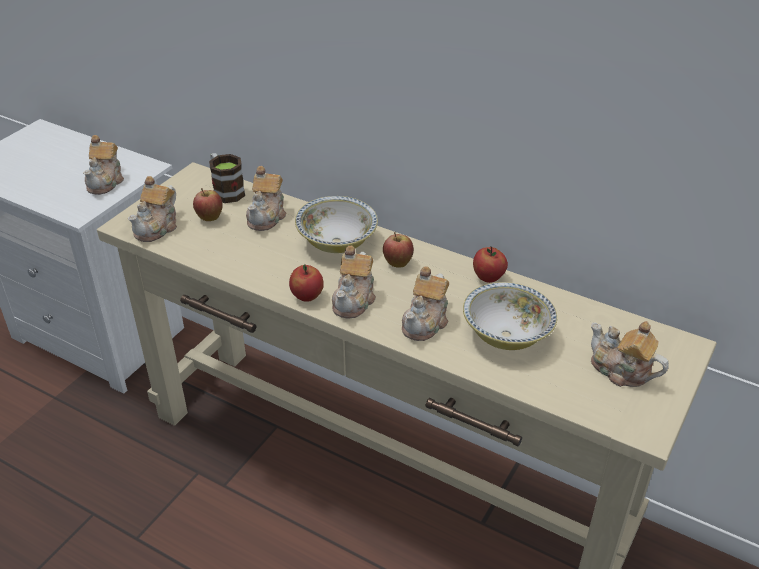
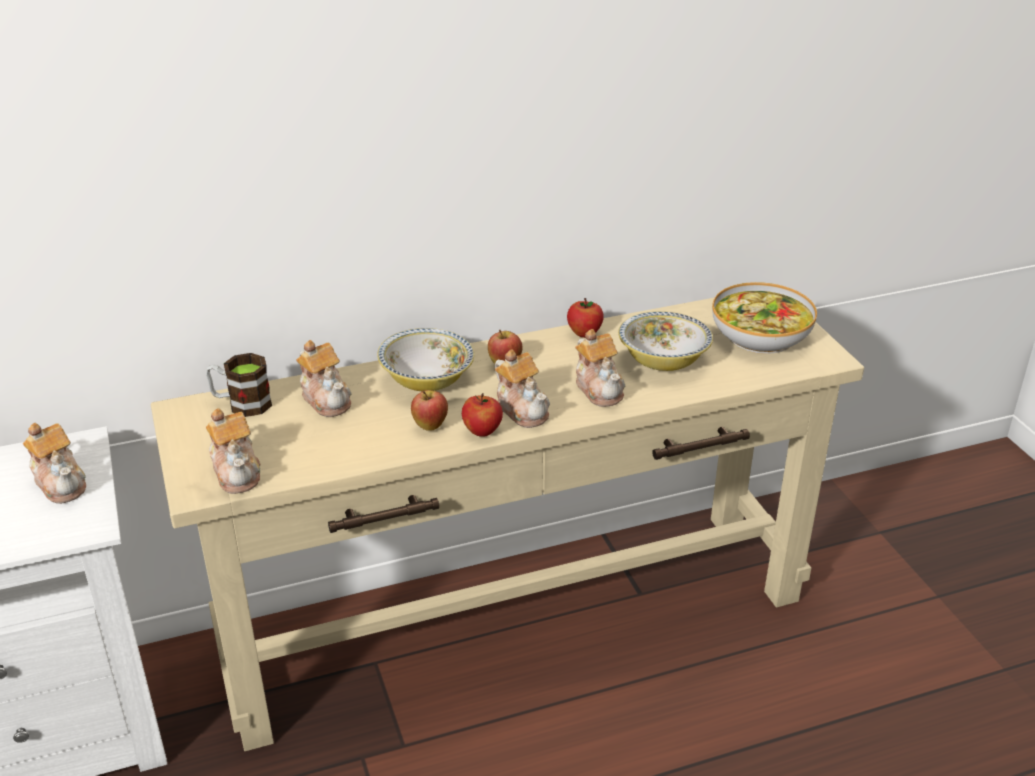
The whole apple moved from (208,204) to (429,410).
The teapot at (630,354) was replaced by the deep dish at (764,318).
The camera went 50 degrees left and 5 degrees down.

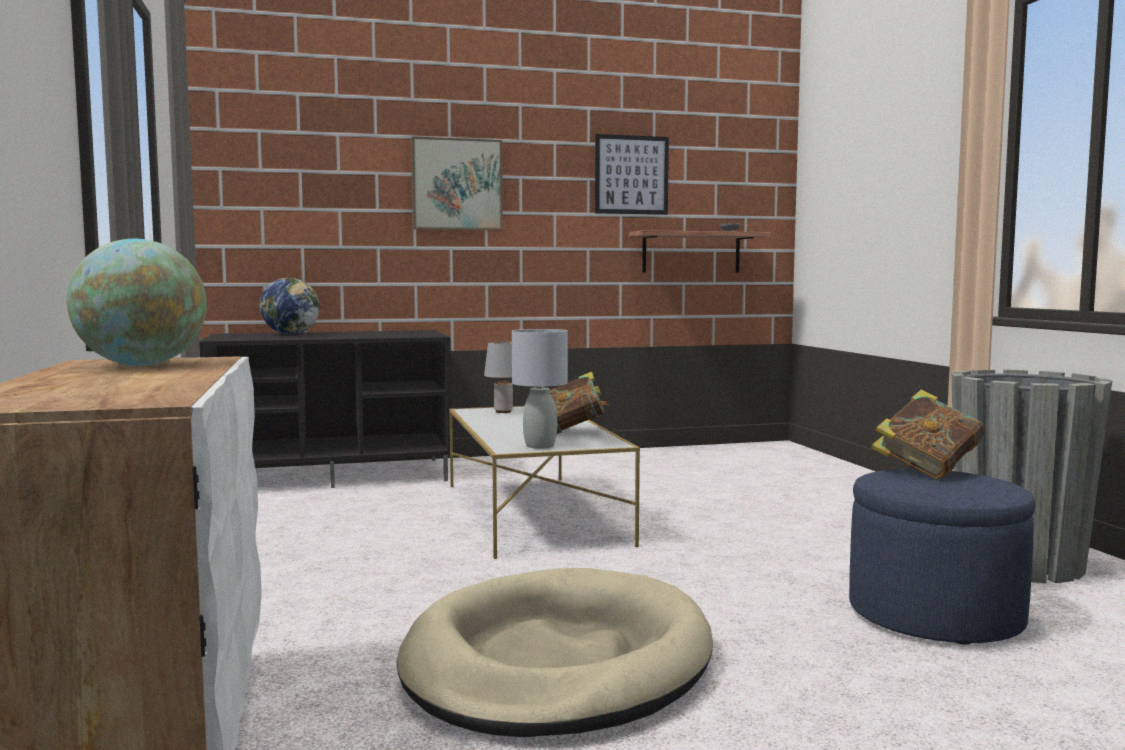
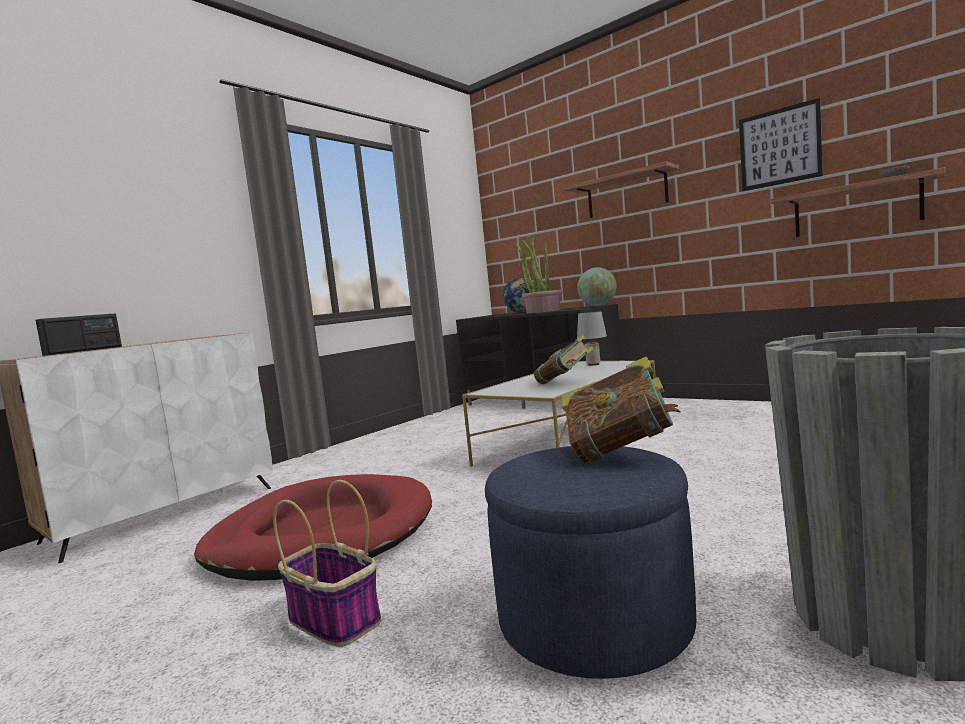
The grey lamp for a table at (540,389) disappeared.
The radio set at (79,335) appeared.
The basket at (327,563) appeared.
The houseplant at (539,274) appeared.
The desk globe moved from (137,302) to (596,286).
The wall picture at (457,183) was replaced by the bracket shelf at (621,189).
The sand-coloured pet bed at (555,652) became the red-coloured pet bed at (313,527).
The camera went 55 degrees right and 0 degrees up.

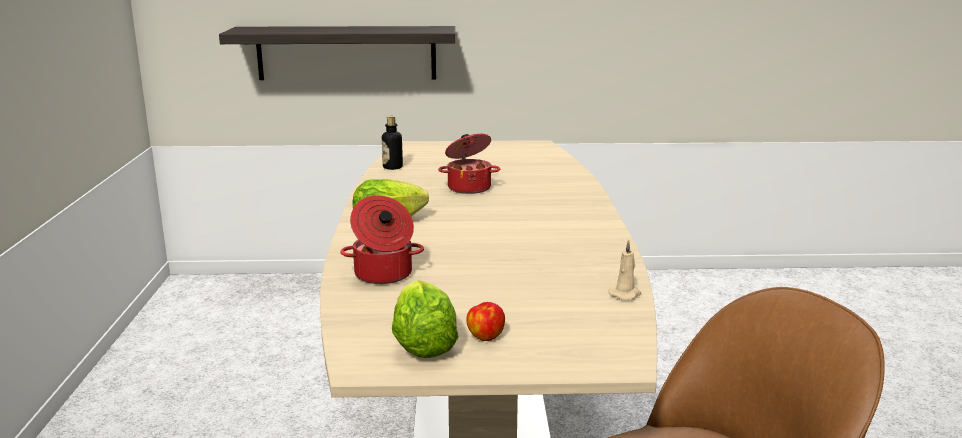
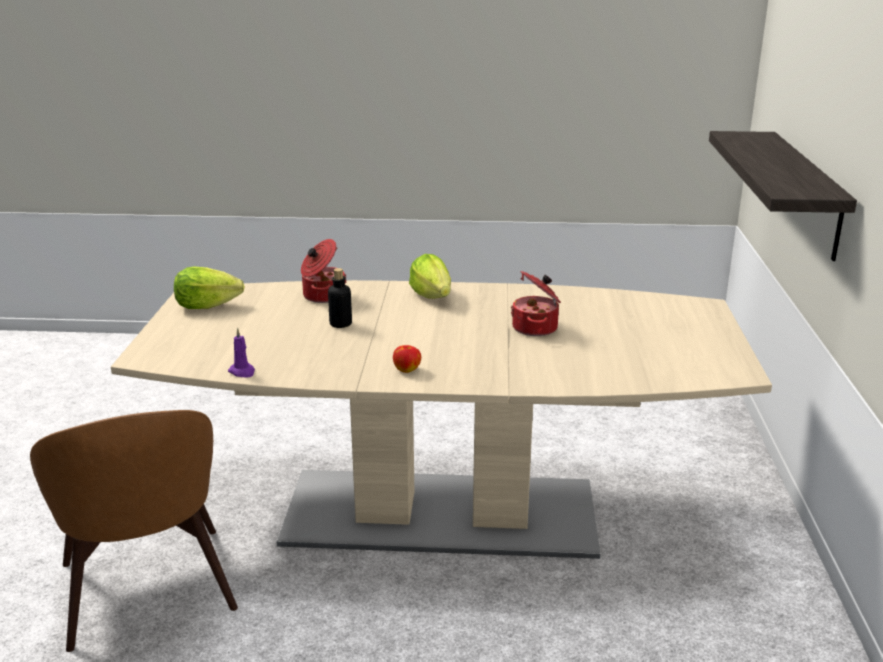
The bottle moved from (392,143) to (340,298).
The whole apple moved from (485,321) to (407,359).
The sand-coloured wax light at (624,270) became the purplish wax light at (241,353).
The camera went 95 degrees right and 5 degrees up.

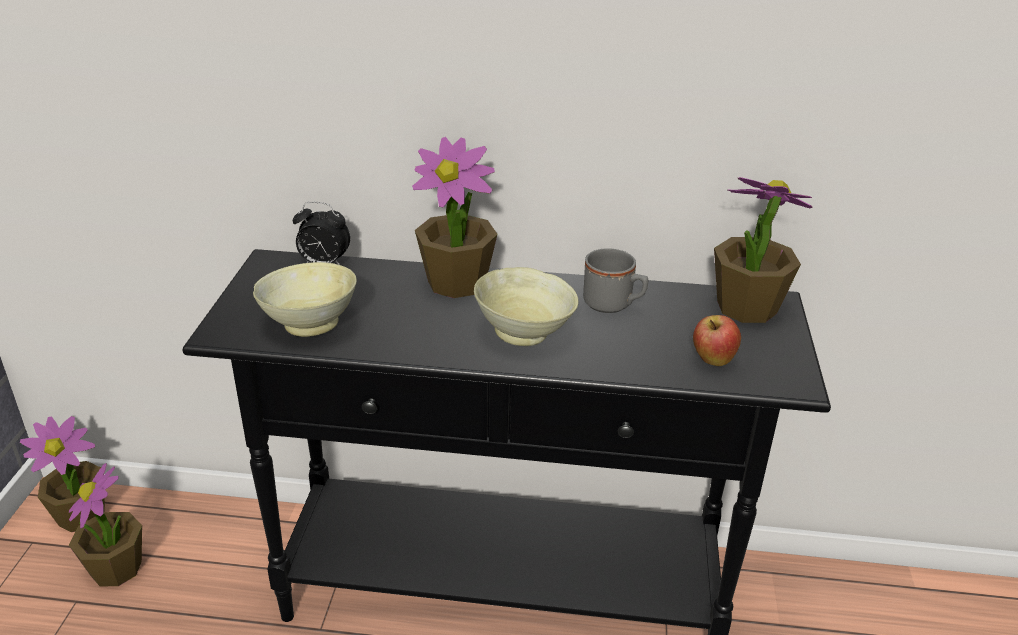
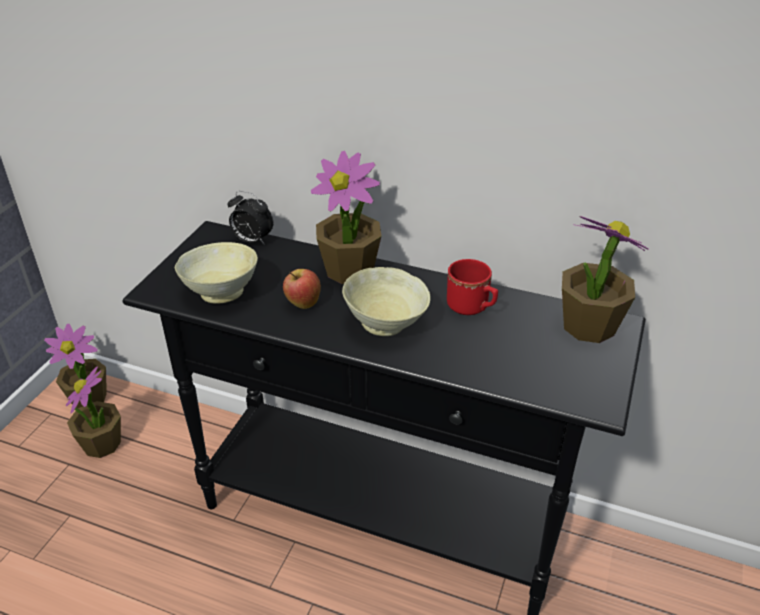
The whole apple moved from (717,340) to (302,289).
The grey tea mug at (615,280) became the red-coloured tea mug at (472,287).
The camera went 15 degrees right and 5 degrees up.

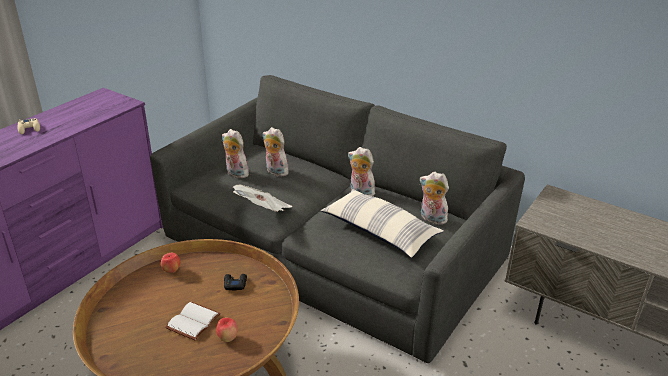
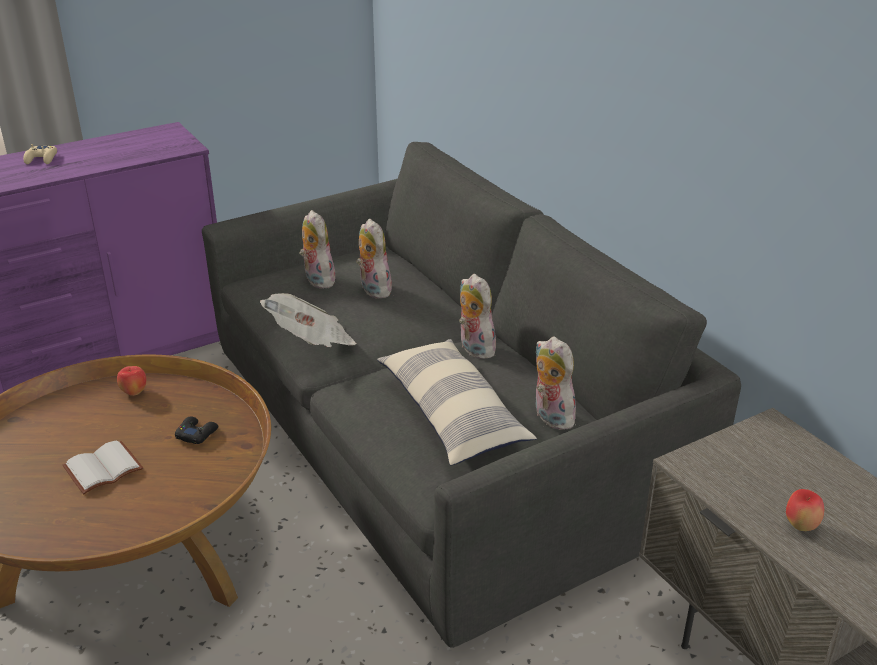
The whole apple moved from (227,329) to (805,510).
The camera went 25 degrees right and 0 degrees up.

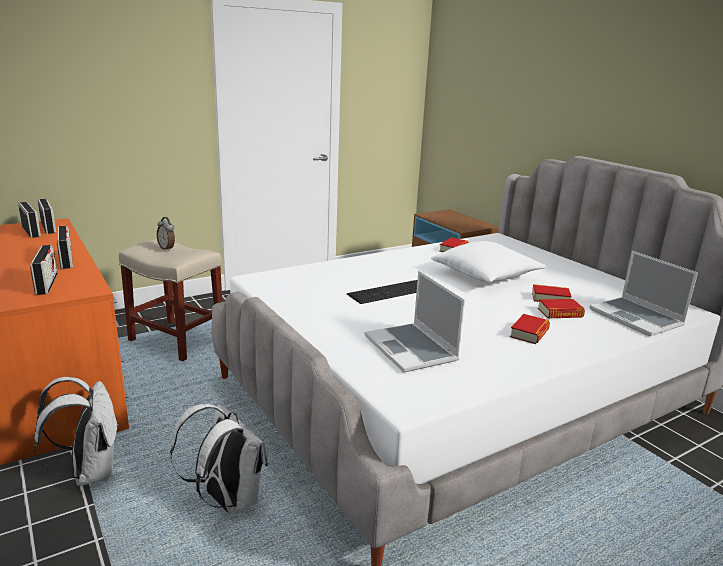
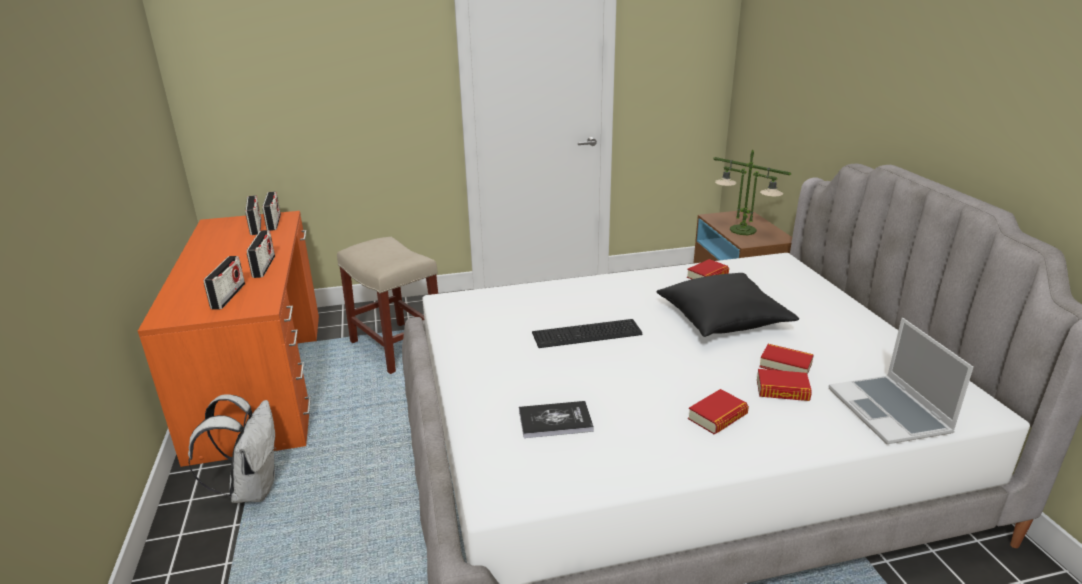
The alarm clock at (166,234) disappeared.
The white knapsack at (219,459) disappeared.
The lamp for a table at (752,192) appeared.
The notebook computer at (415,321) was replaced by the book at (556,419).
The white throw pillow at (488,261) became the black-coloured throw pillow at (728,305).
The camera went 20 degrees right and 5 degrees up.

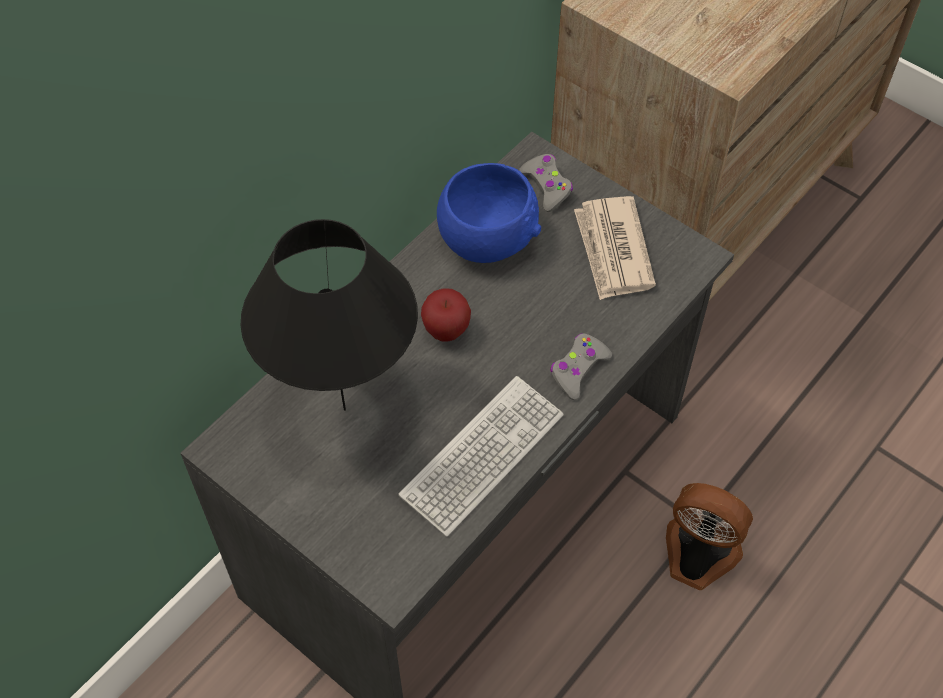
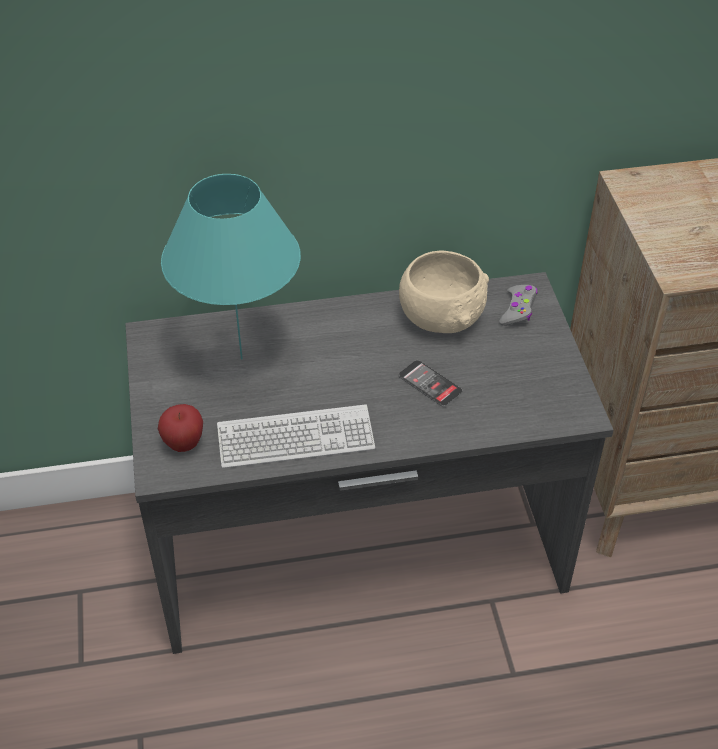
The grey game controller at (581,366) disappeared.
The daily paper at (615,248) disappeared.
The electric fan at (709,536) disappeared.
The telephone at (431,383) appeared.
The whole apple moved from (446,314) to (180,428).
The black-coloured lamp for a table at (329,315) became the turquoise lamp for a table at (231,266).
The blue deep dish at (489,213) became the sand-coloured deep dish at (444,292).
The camera went 40 degrees right and 10 degrees down.

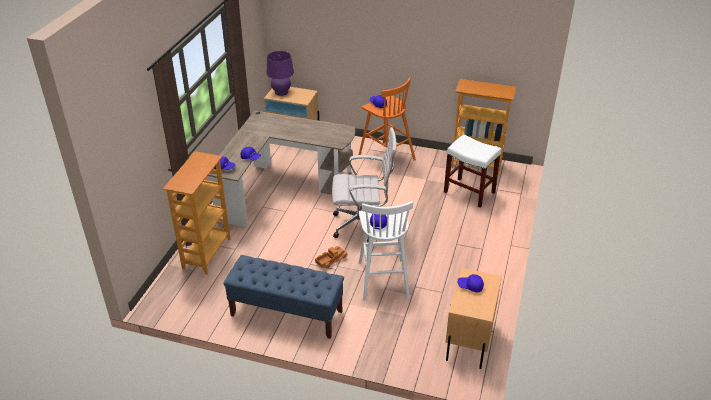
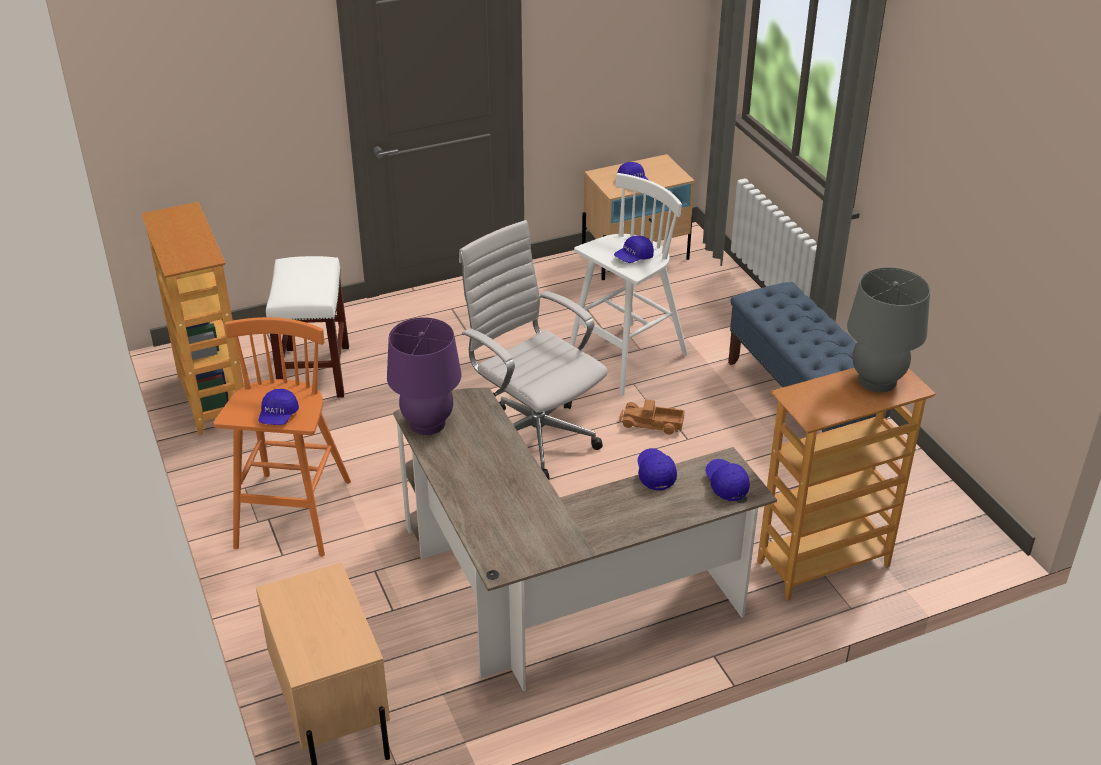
The grey lamp for a table at (888,329) appeared.
The purplish lamp for a table moved from (280,73) to (424,376).
The camera went 130 degrees left and 0 degrees up.

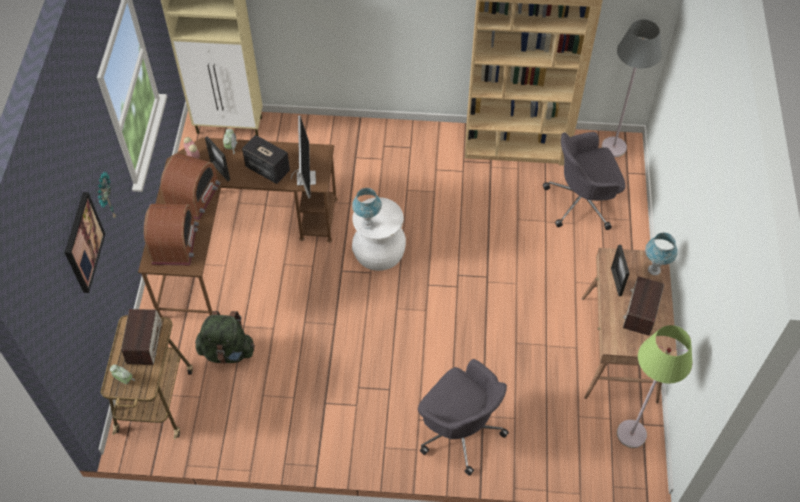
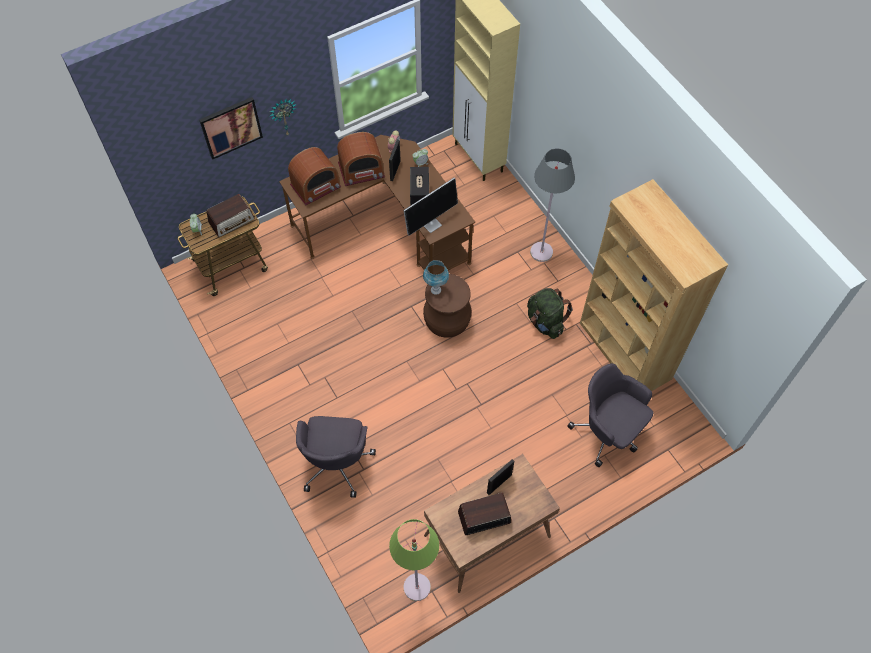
The blue lamp for a table at (661,254) disappeared.
The green-coloured knapsack moved from (225,337) to (550,313).
The grey standard lamp moved from (632,88) to (552,205).
The white stool at (379,234) became the brown-coloured stool at (447,306).
The camera went 55 degrees right and 5 degrees up.

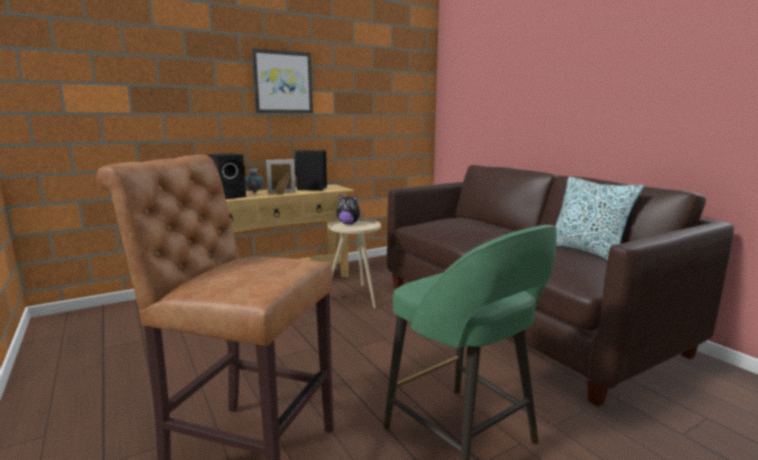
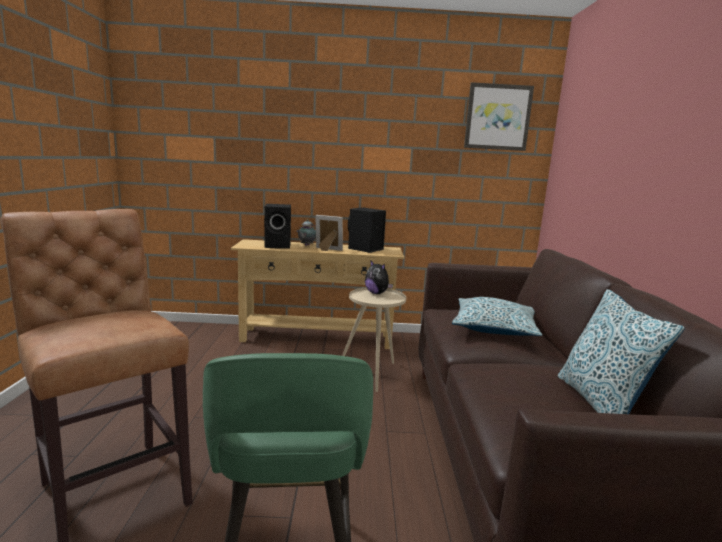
The throw pillow at (497,316) appeared.
The wall picture moved from (282,80) to (499,116).
The camera went 30 degrees right and 0 degrees up.

